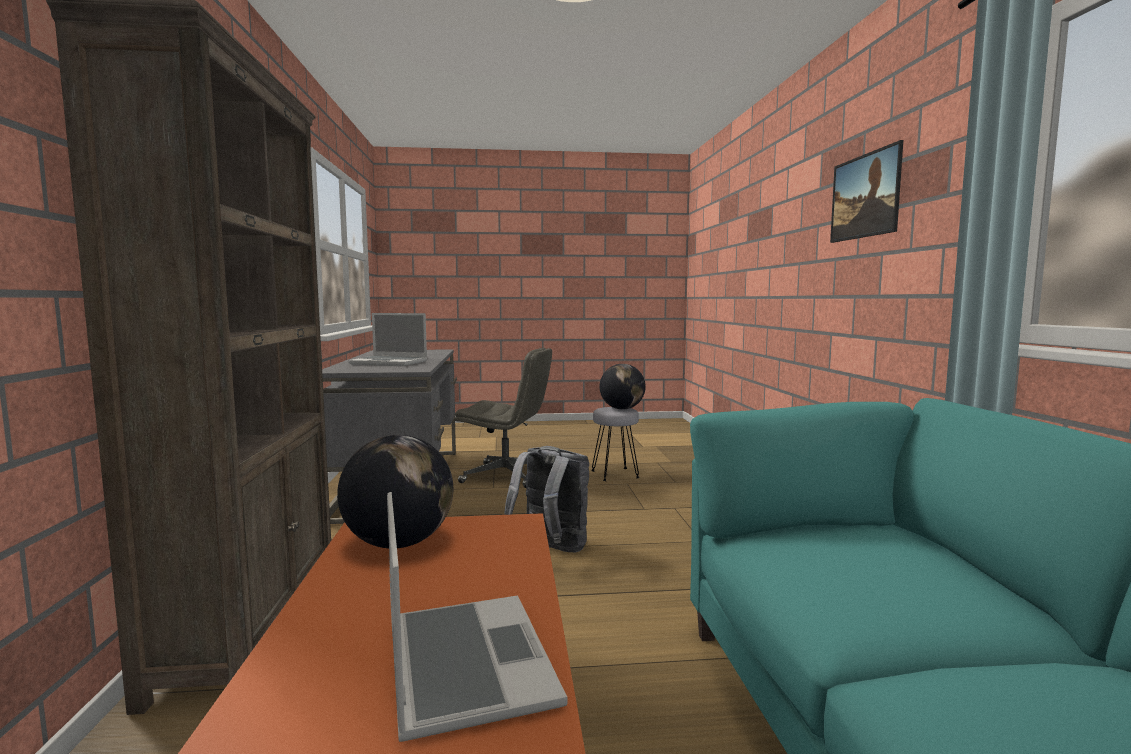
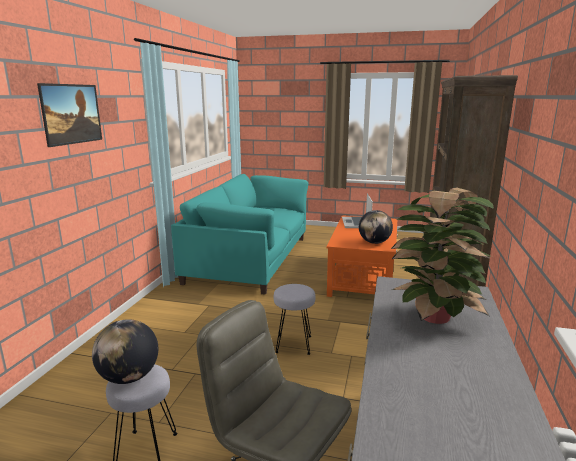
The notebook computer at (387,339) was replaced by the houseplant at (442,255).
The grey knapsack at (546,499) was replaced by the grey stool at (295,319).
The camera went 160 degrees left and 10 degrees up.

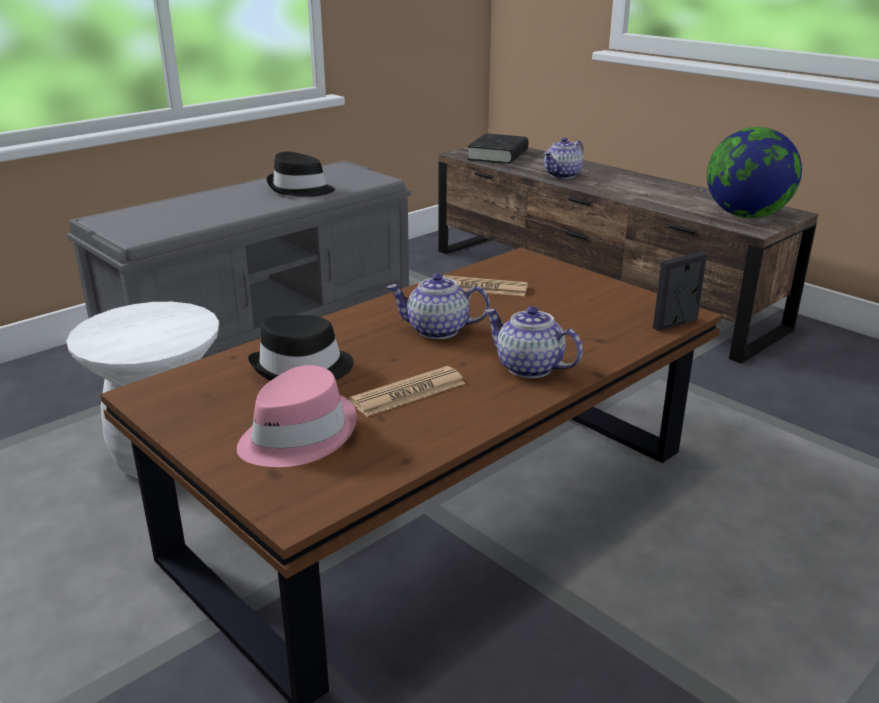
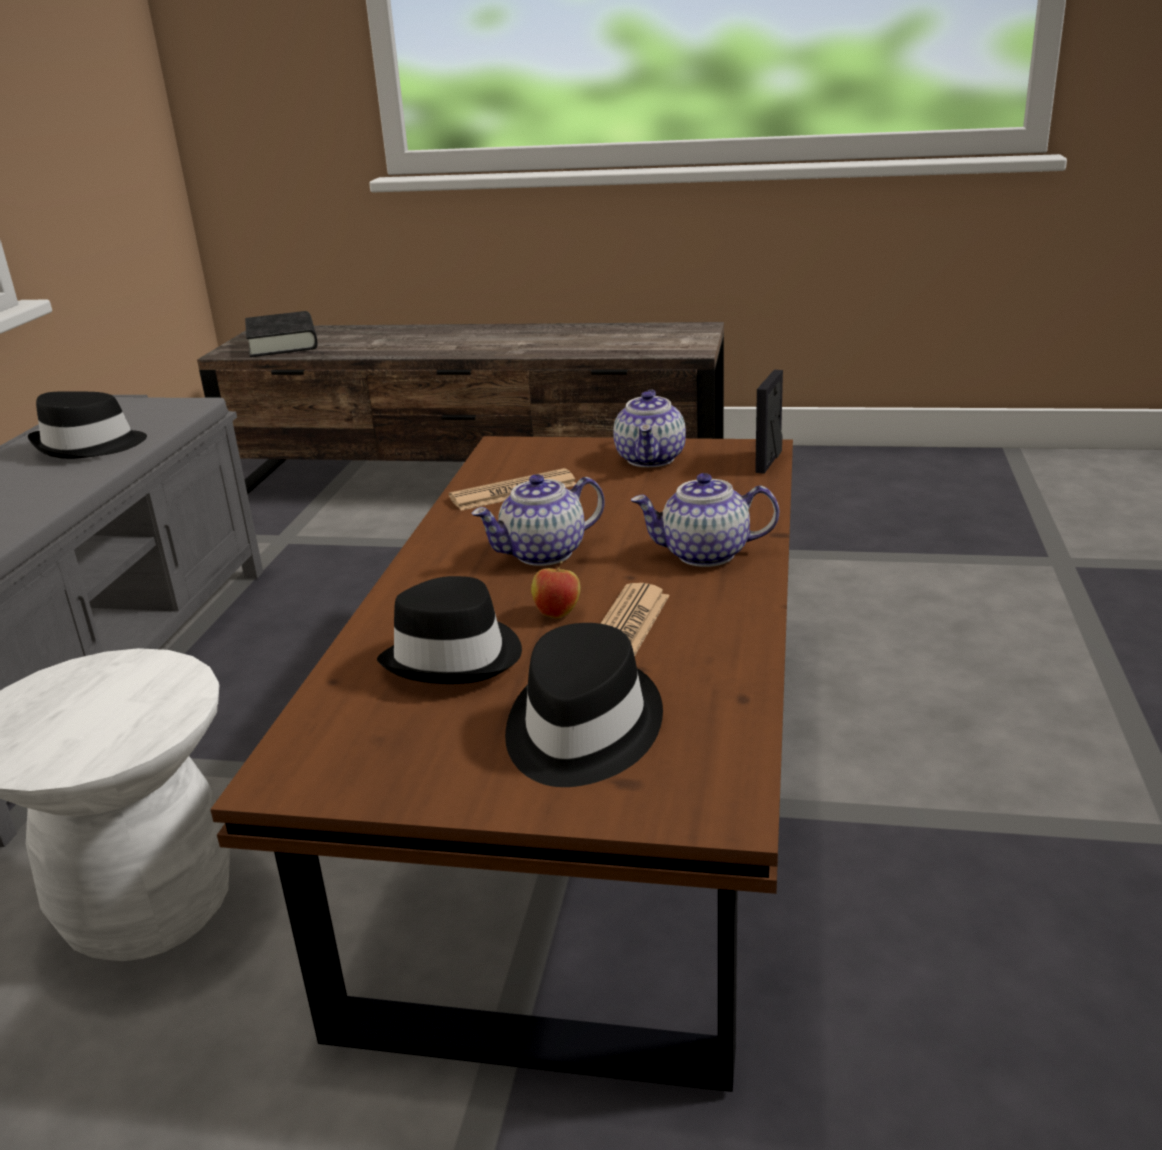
The desk globe at (754,172) disappeared.
The whole apple at (555,589) appeared.
The teapot moved from (564,158) to (649,428).
The pinkish wearable hat at (297,416) became the black-coloured wearable hat at (584,705).
The camera went 35 degrees left and 0 degrees up.

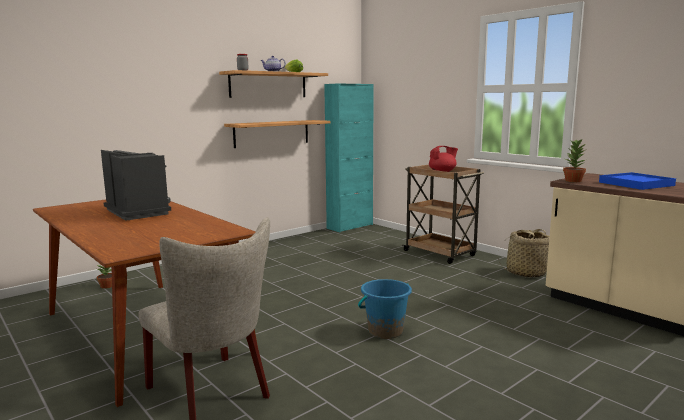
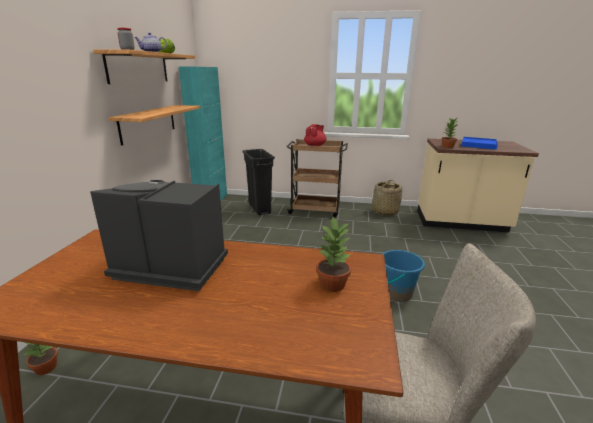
The black-coloured rubbish bin at (259,182) appeared.
The houseplant at (333,254) appeared.
The camera went 40 degrees left and 10 degrees up.

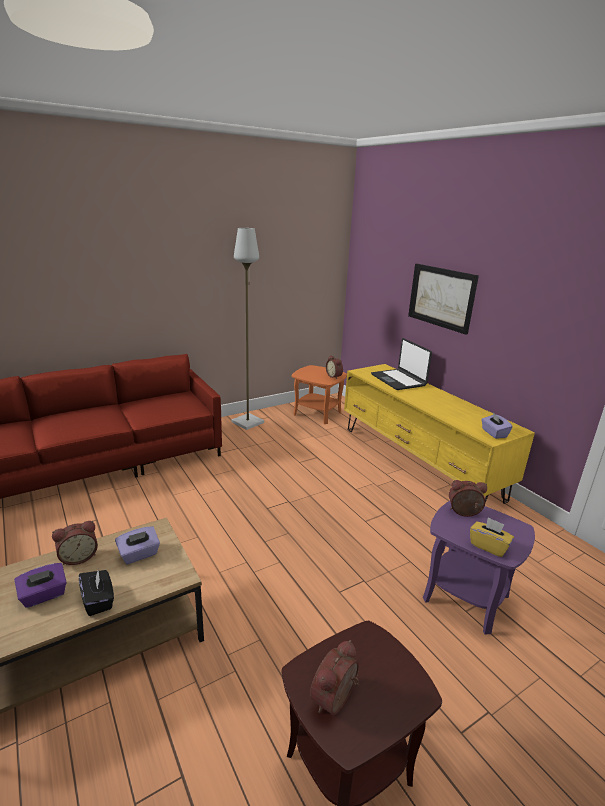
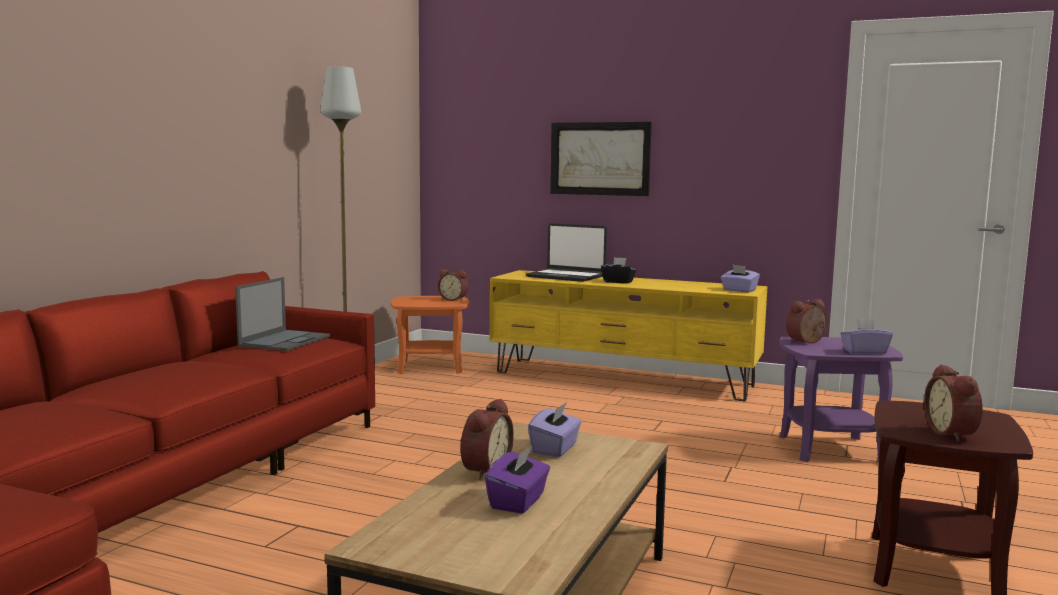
The notebook computer at (283,314) appeared.
The black-coloured box of tissues moved from (96,593) to (618,270).
The yellowish box of tissues at (492,537) became the purplish box of tissues at (867,336).
The camera went 35 degrees left and 15 degrees down.

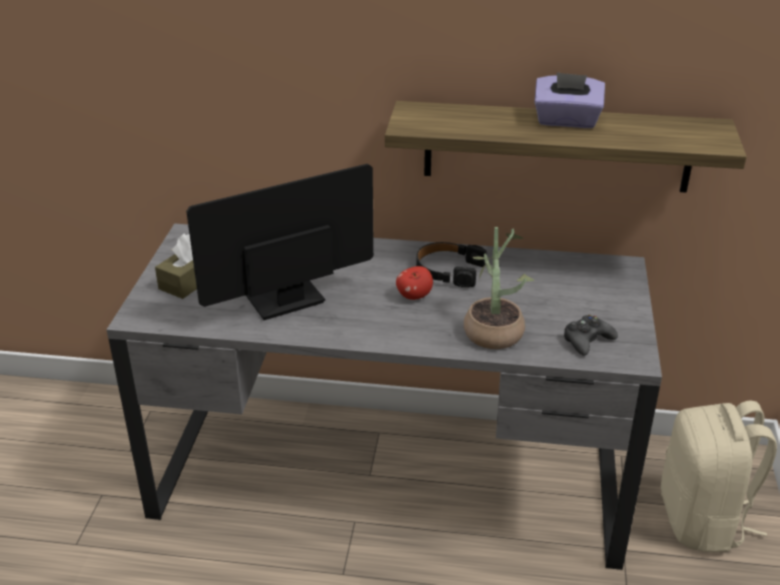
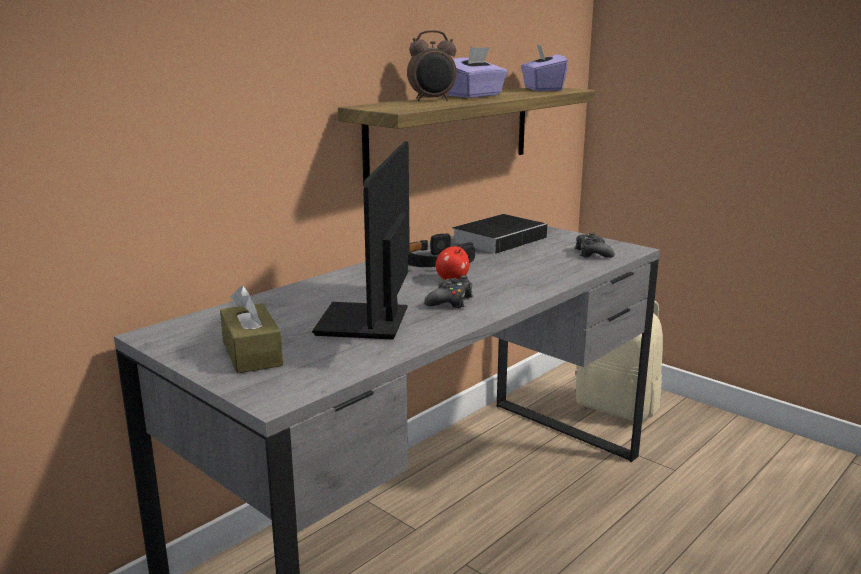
The houseplant at (499,288) disappeared.
The alarm clock at (432,65) appeared.
The black-coloured game controller at (448,292) appeared.
The book at (500,234) appeared.
The purplish box of tissues at (544,68) appeared.
The camera went 55 degrees left and 15 degrees down.

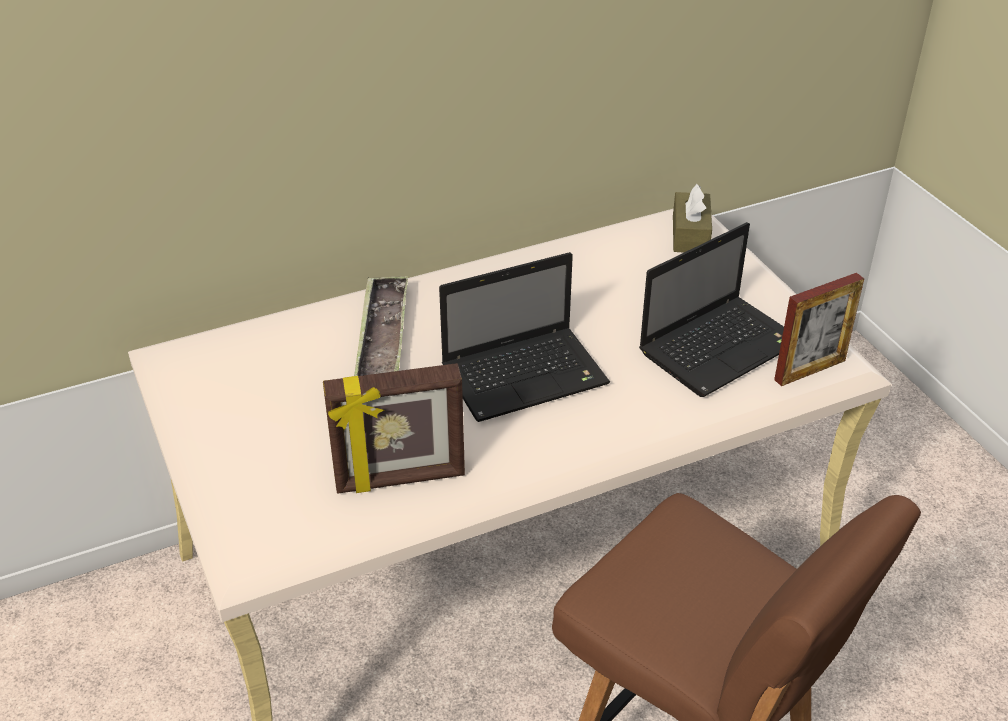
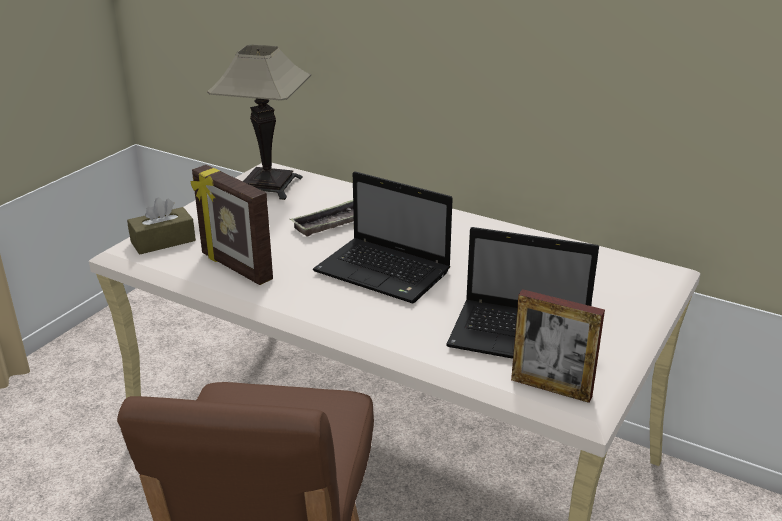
The lamp for a table at (259,122) appeared.
The brown-coloured box of tissues moved from (692,218) to (161,226).
The camera went 55 degrees right and 10 degrees down.

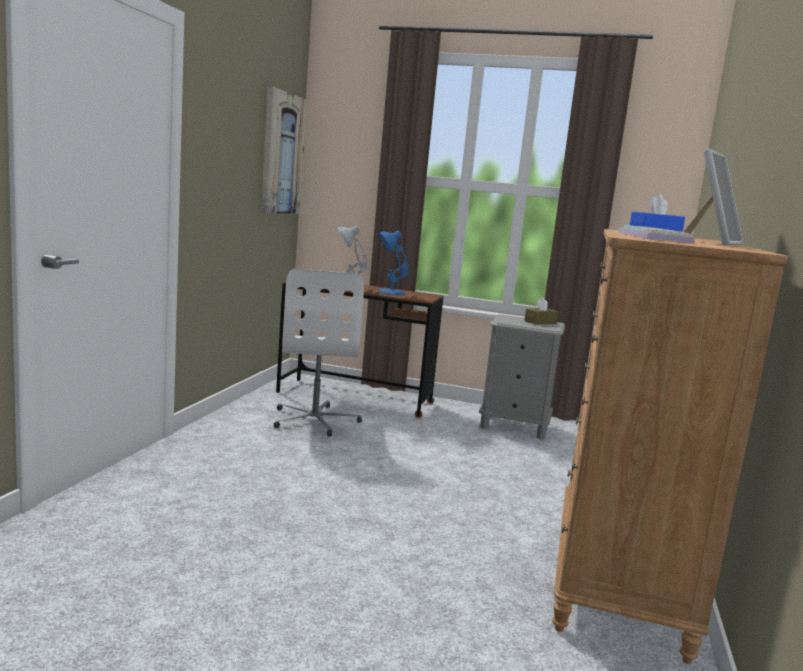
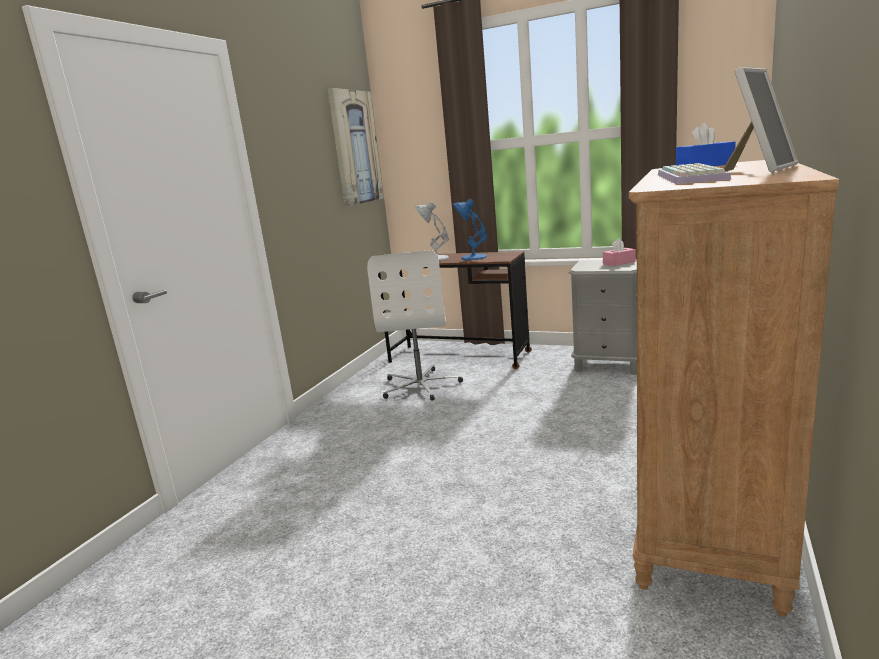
The brown-coloured box of tissues at (541,310) became the pinkish box of tissues at (619,252).
The camera went 10 degrees right and 5 degrees up.

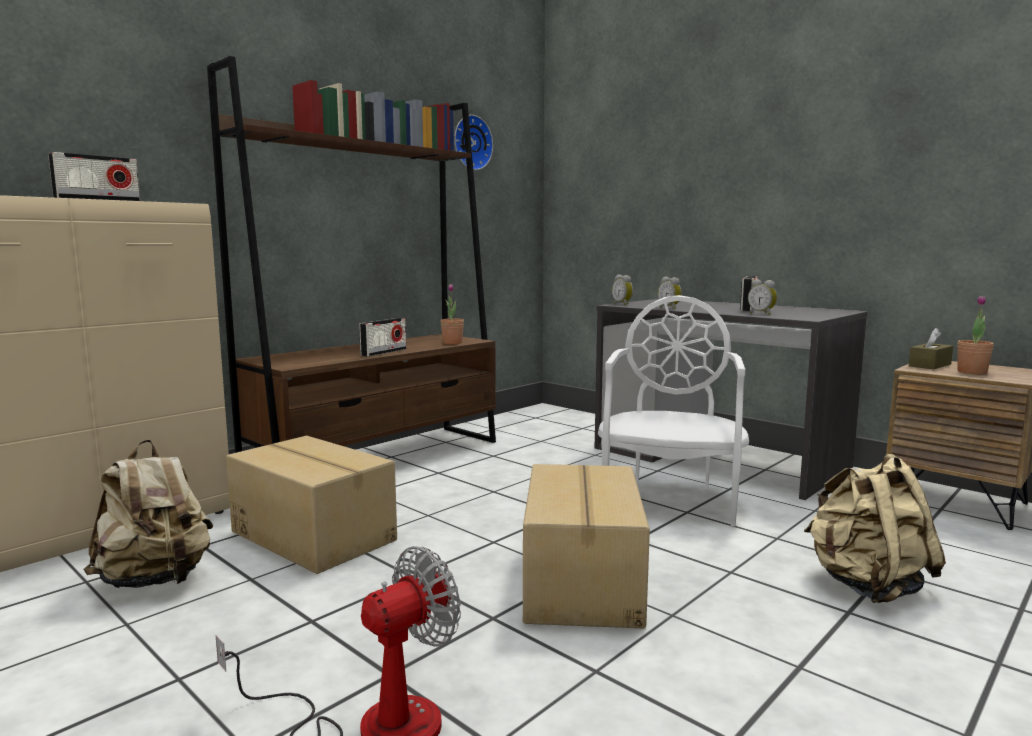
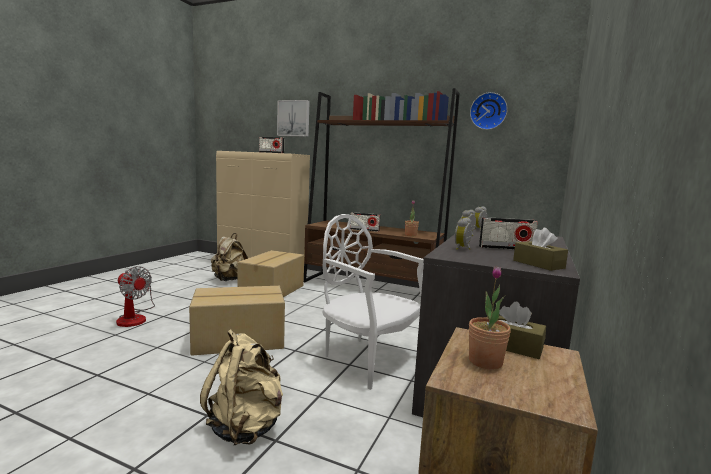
The wall picture at (293,118) appeared.
The brown-coloured box of tissues at (540,249) appeared.
The white chair at (673,411) turned 135 degrees counterclockwise.
The camera went 70 degrees right and 0 degrees up.

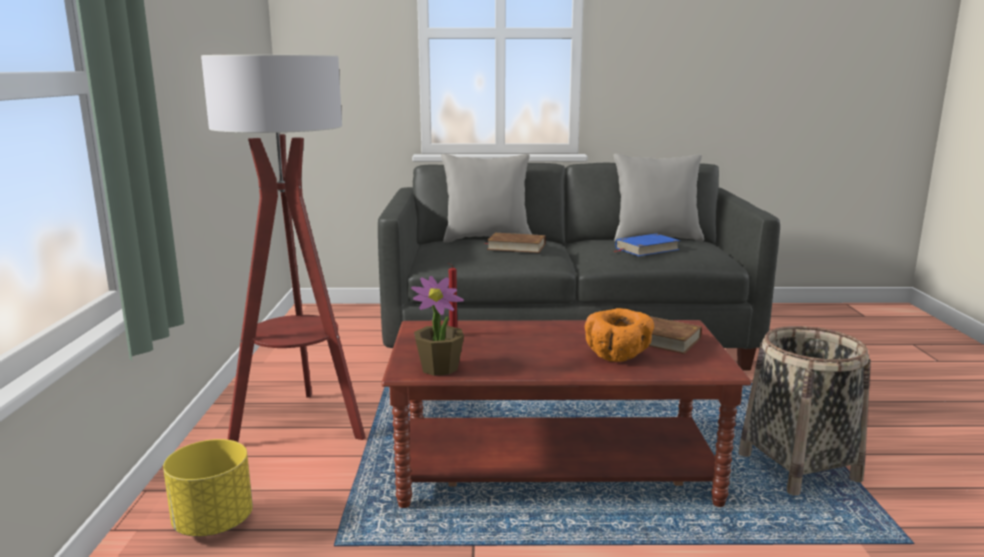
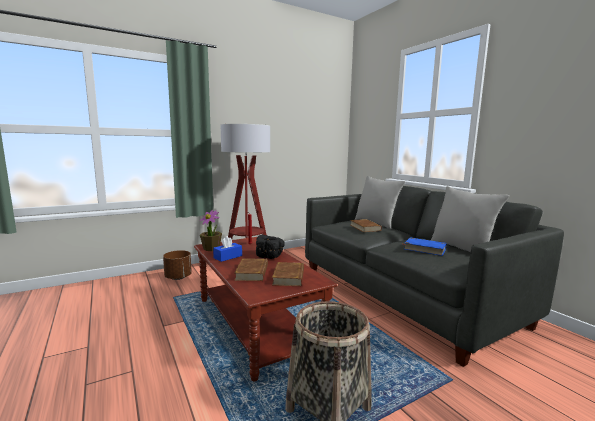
The blue box of tissues at (227,249) appeared.
The black-coloured deep dish at (270,247) appeared.
The orange-coloured deep dish at (619,335) was replaced by the brown-coloured book at (251,269).
The yellowish flower pot at (208,487) became the brown-coloured flower pot at (177,265).
The camera went 60 degrees right and 5 degrees down.

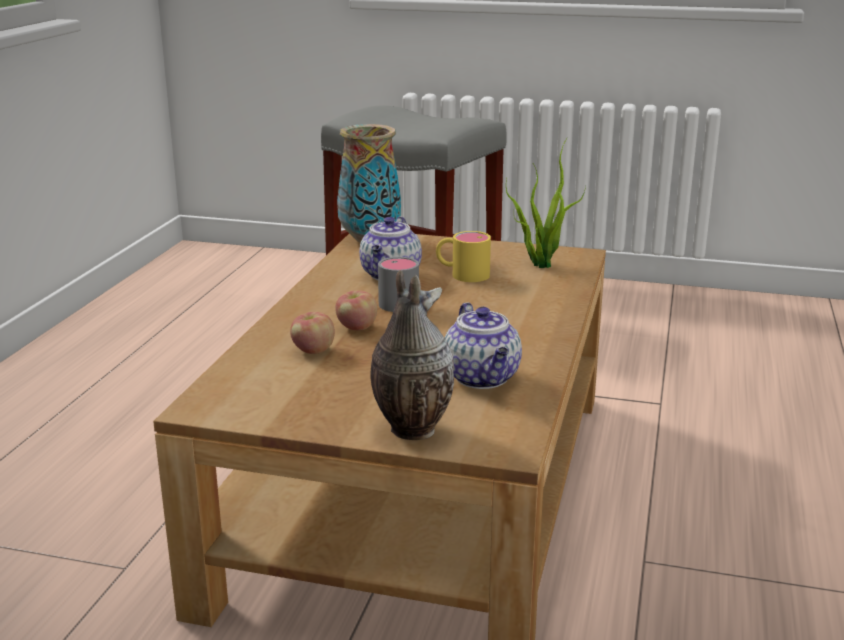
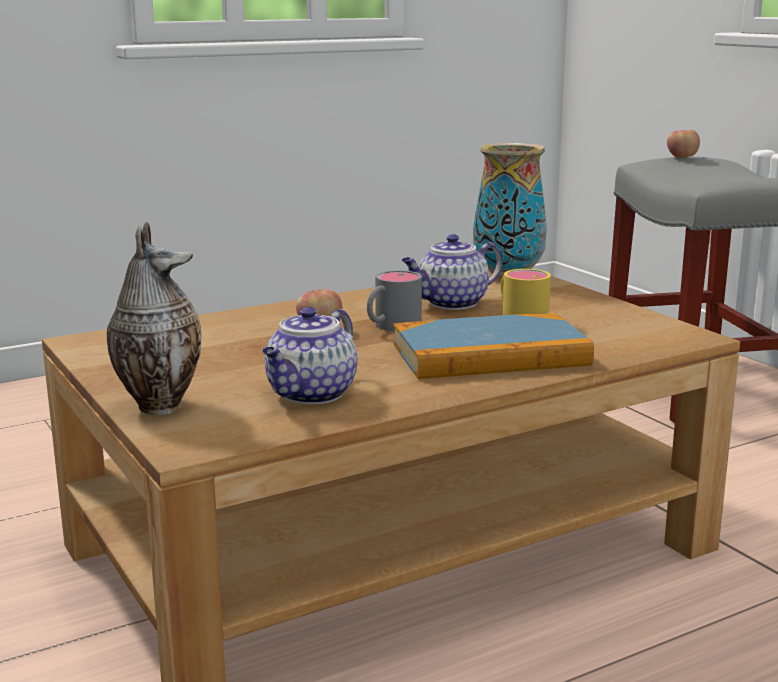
The houseplant at (546,203) disappeared.
The book at (493,346) appeared.
The whole apple moved from (312,333) to (683,144).
The camera went 45 degrees right and 5 degrees down.

